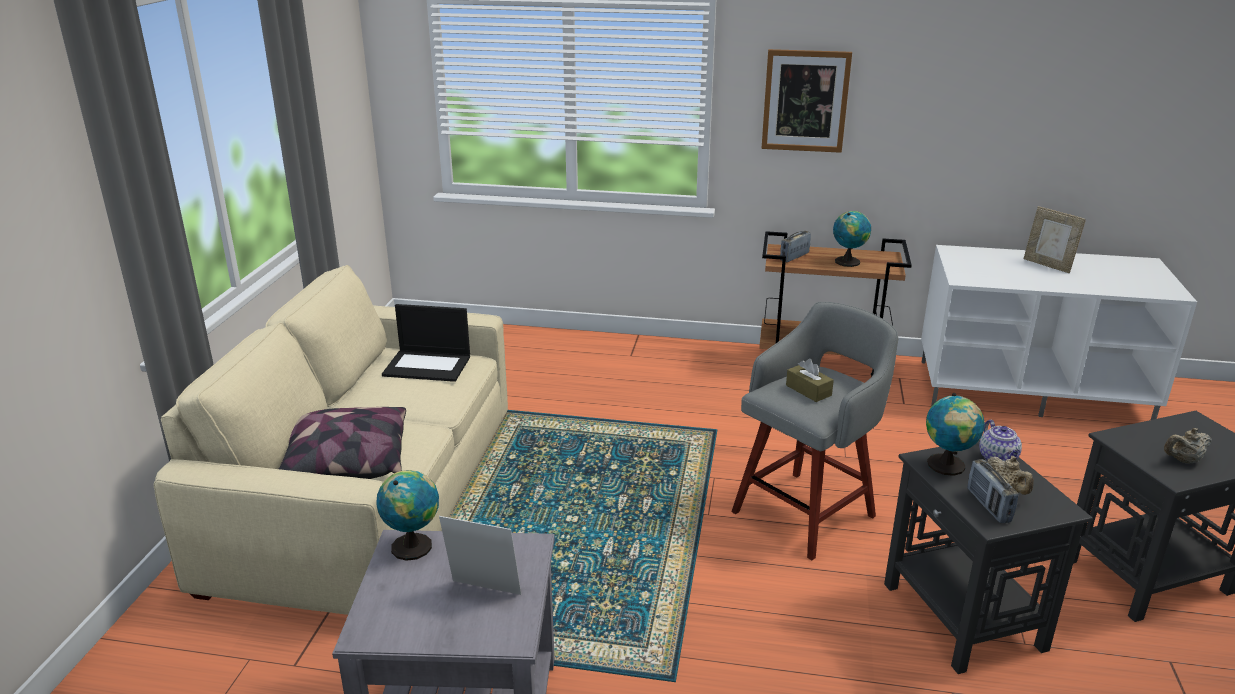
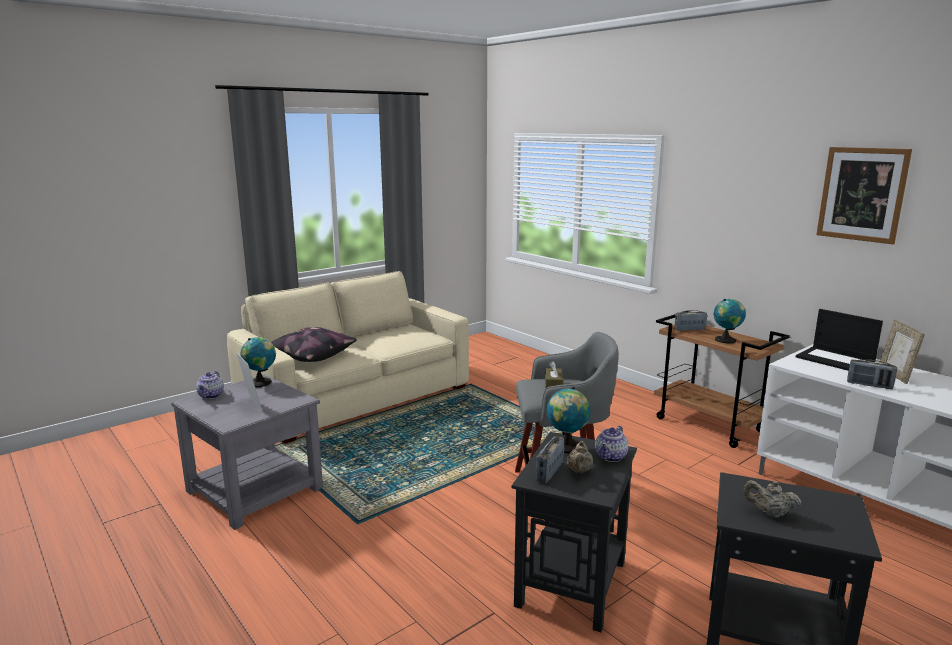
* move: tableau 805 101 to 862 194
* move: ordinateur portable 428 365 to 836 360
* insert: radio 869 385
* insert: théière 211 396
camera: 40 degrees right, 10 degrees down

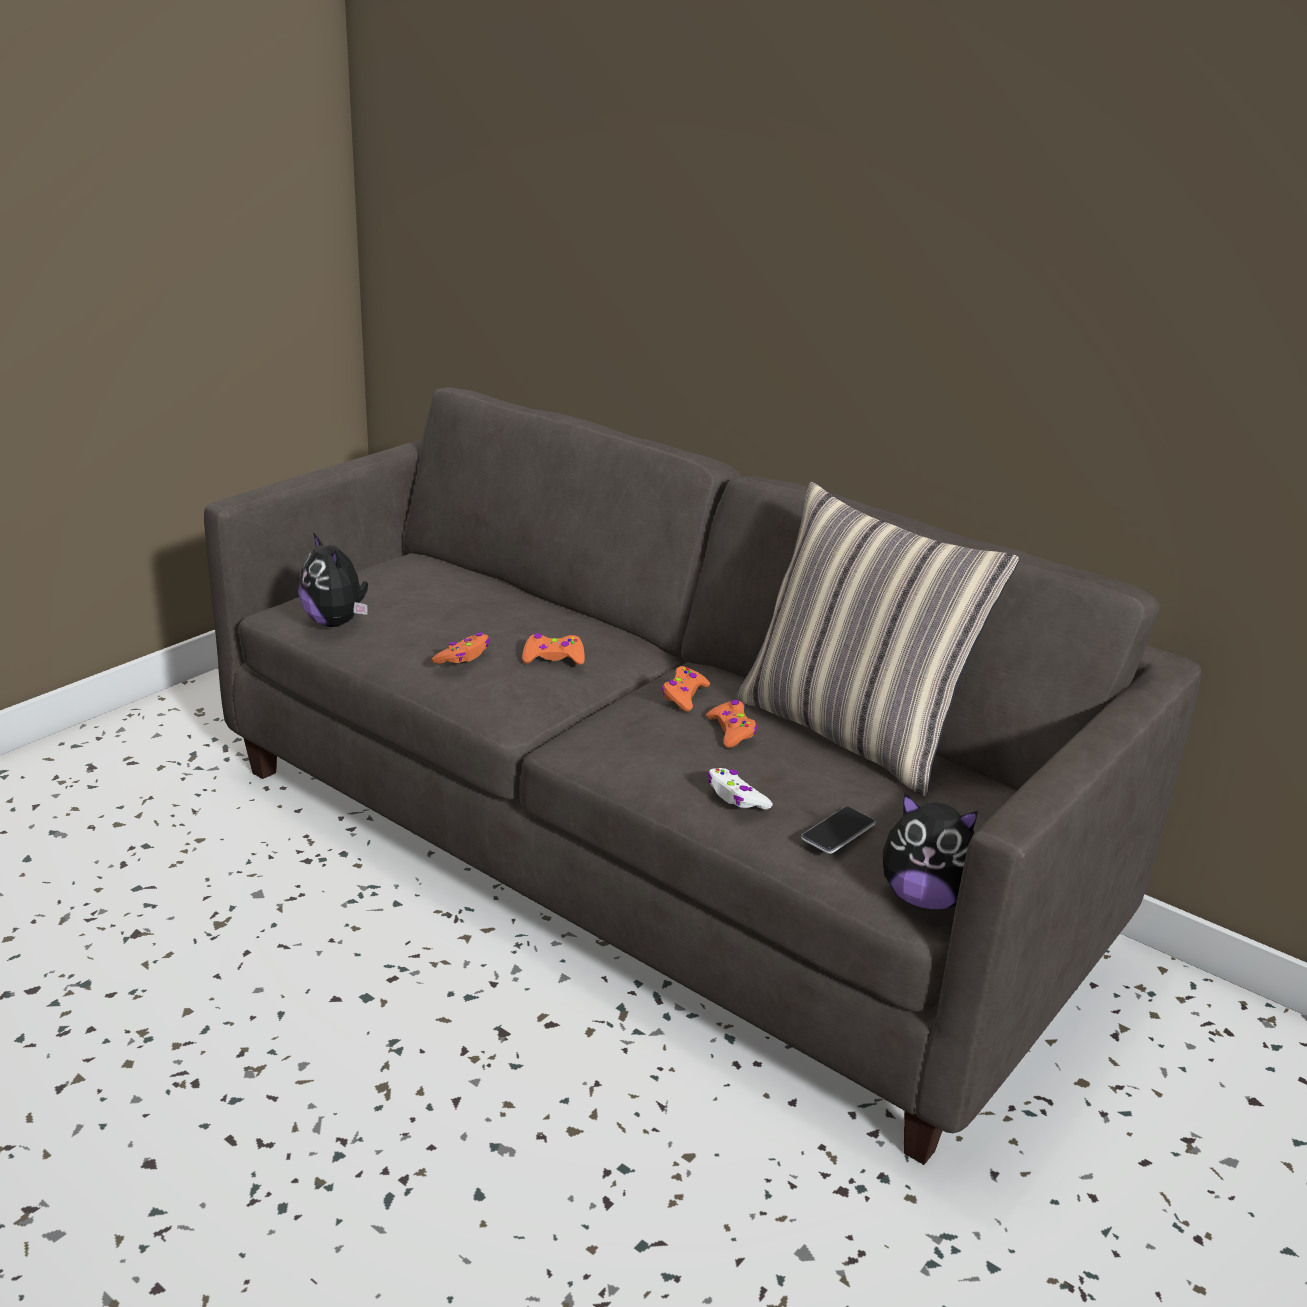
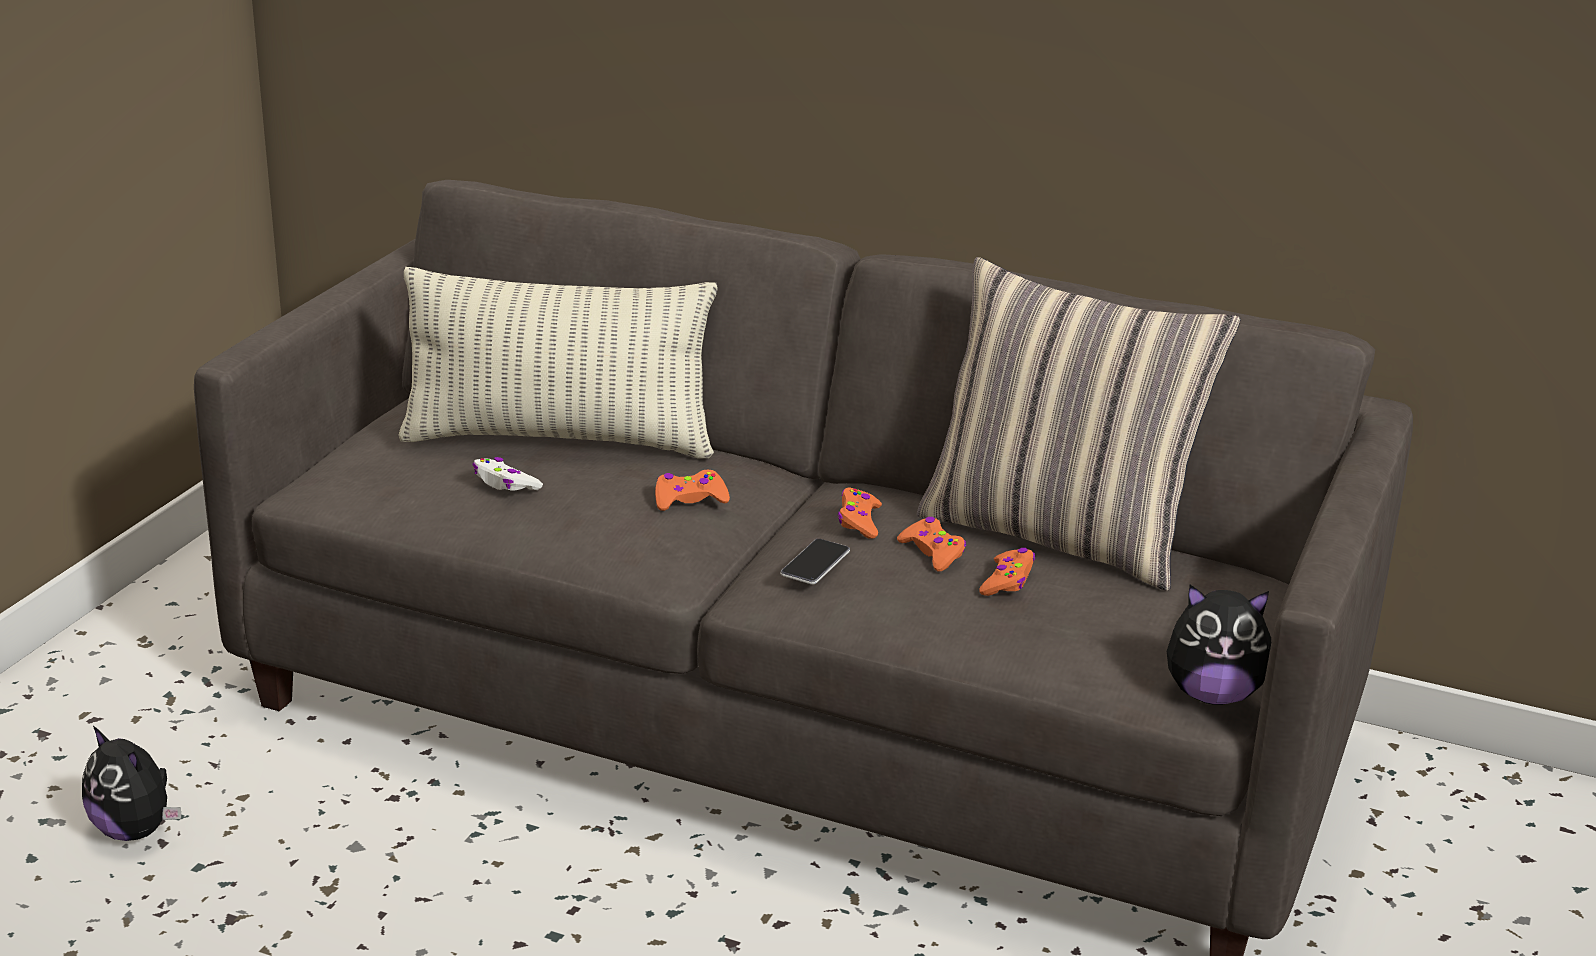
* move: peluche 336 622 to 135 830
* move: manette (orange) 463 656 to 1007 581
* move: manette (blanc) 736 797 to 505 483
* move: téléphone 838 831 to 815 563
* insert: coussin 559 440
camera: 15 degrees left, 0 degrees up

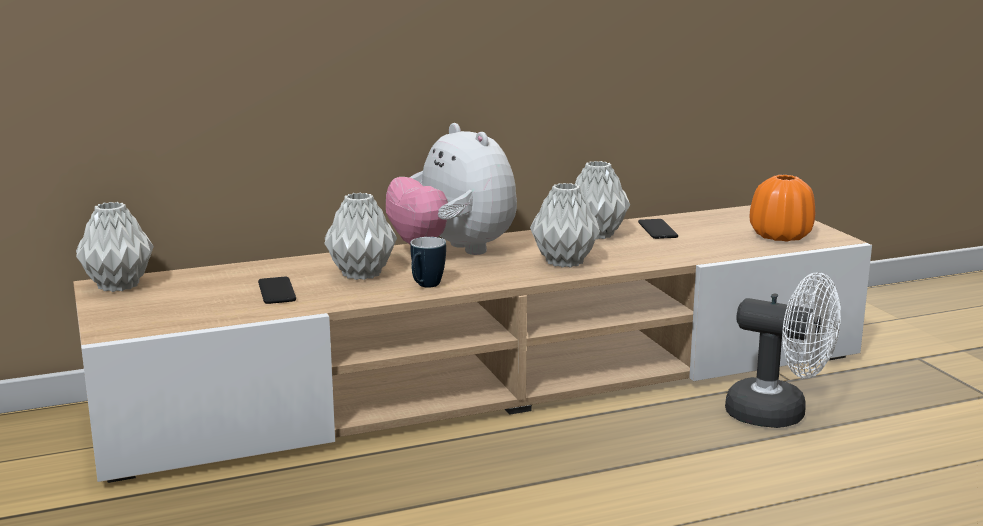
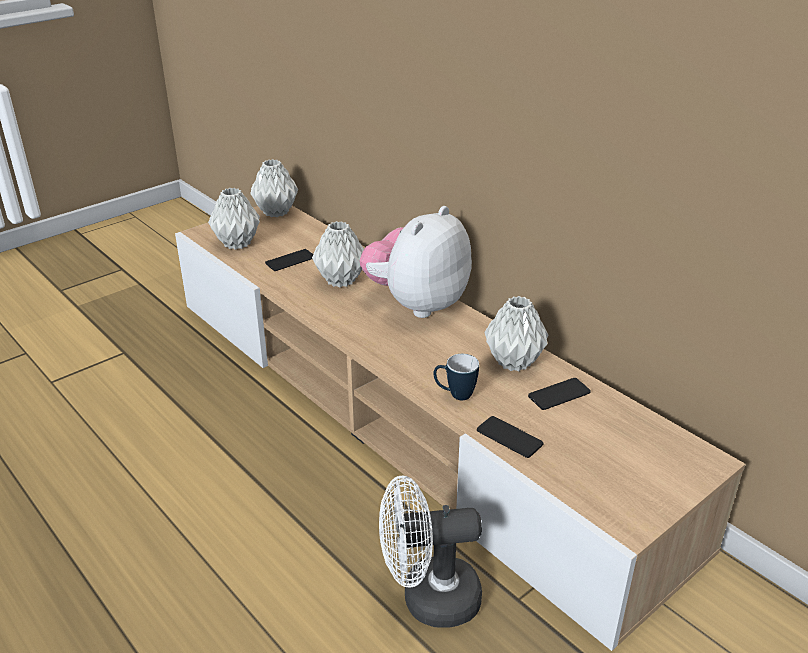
* delete: vase (orange) 780 236
* move: vase (gris) 566 262 to 237 244
* move: mug 425 286 to 455 395
* rotate: ventilateur (blanc) 779 415 = 428 599 75 degrees clockwise
* insert: téléphone 509 437
camera: 70 degrees right, 15 degrees up

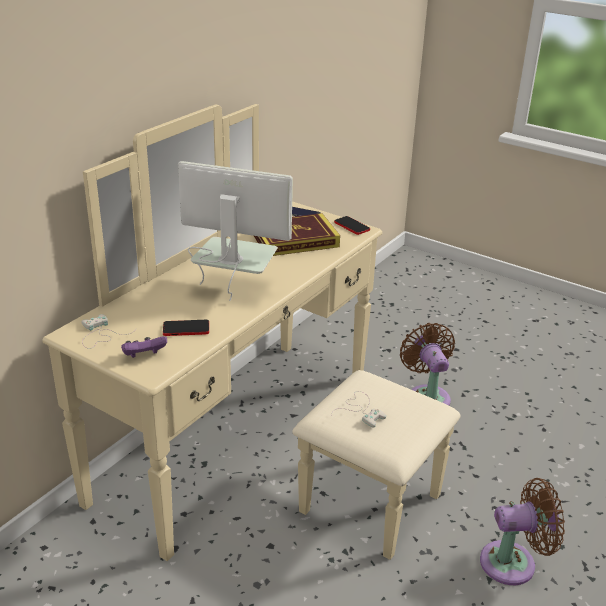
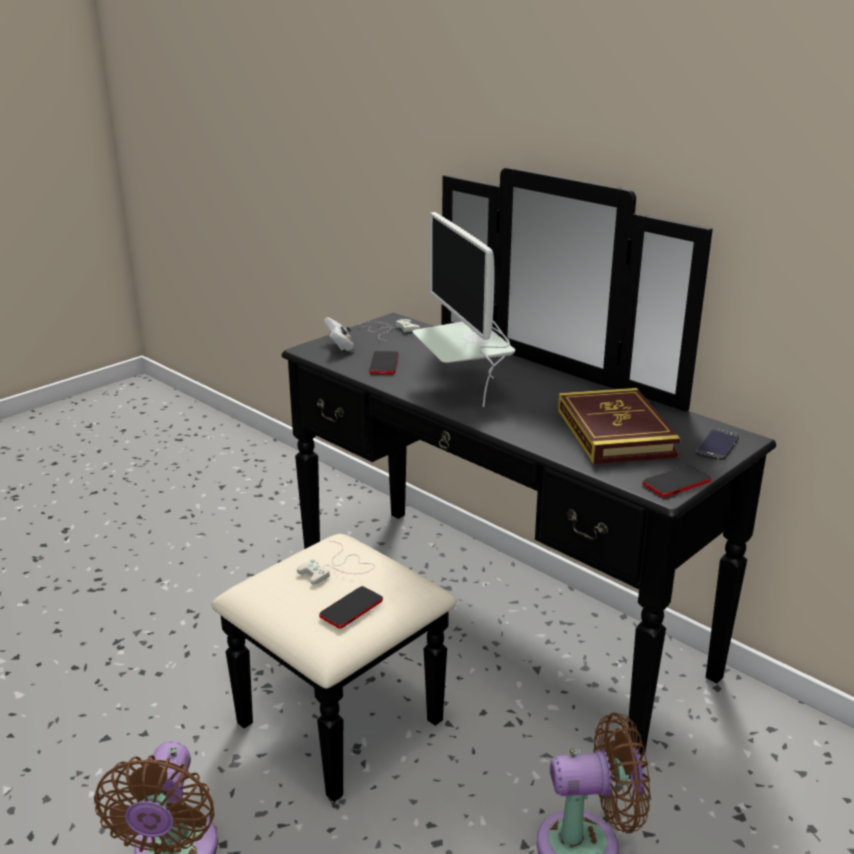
* recolor: commode (beige) 266 449 to commode (noir) 465 637
* rotate: écran d'ordinateur 234 290 = 465 388 135 degrees clockwise
* recolor: manette (violet) 144 356 to manette (blanc) 340 347
* insert: téléphone 351 608
camera: 100 degrees right, 5 degrees down

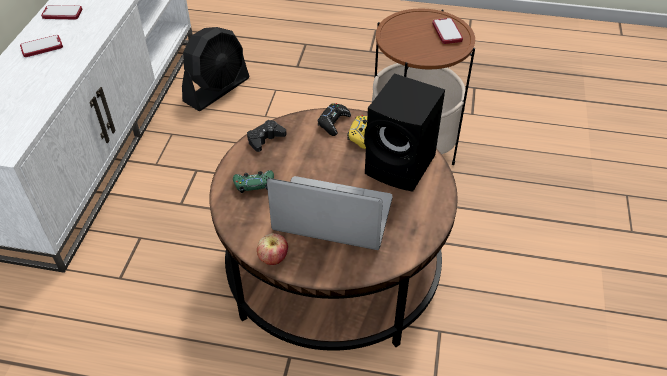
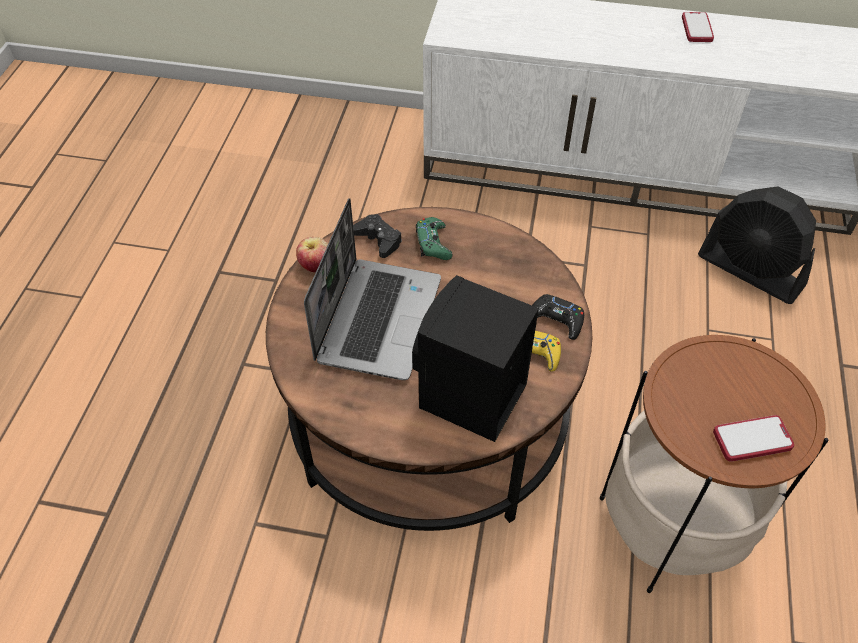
* delete: téléphone 42 47
* move: manette (noir) 265 139 to 378 240
camera: 90 degrees right, 5 degrees up

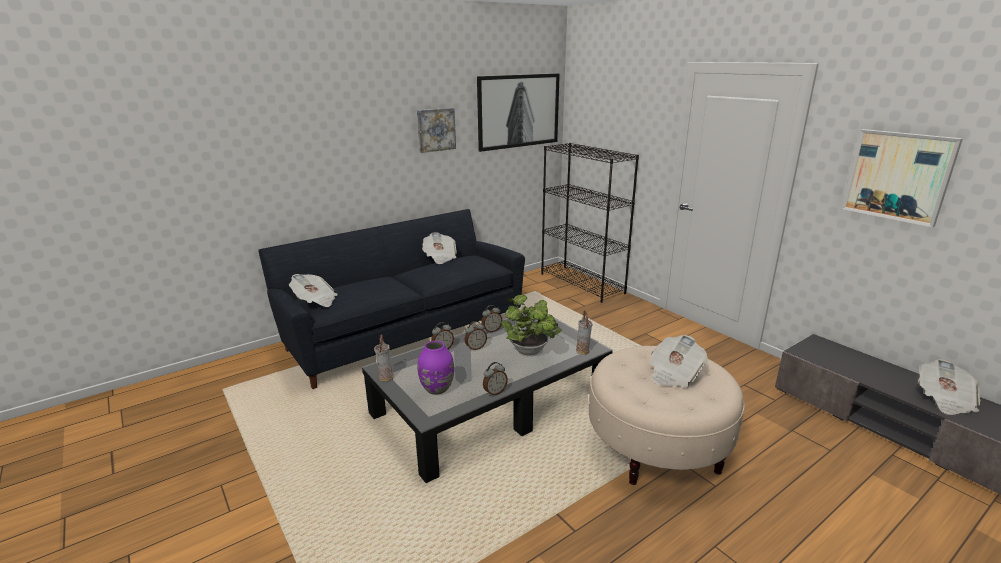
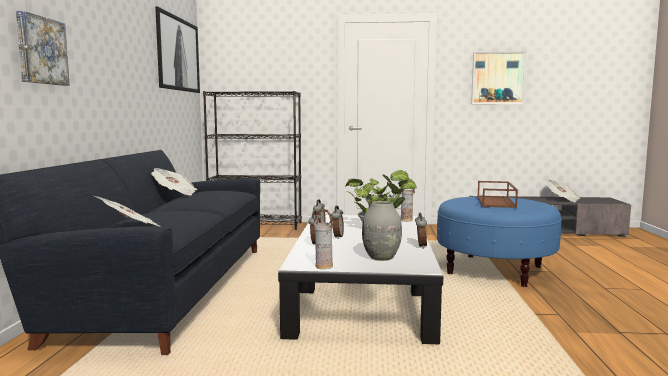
* move: tableau 435 129 to 40 50
* replace: journal 674 374 to plateau (marron) 496 202
* recolor: vase (violet) 437 389 to vase (gris) 381 257
* recolor: pouf (beige) 657 447 to pouf (bleu) 495 270
camera: 50 degrees left, 15 degrees down

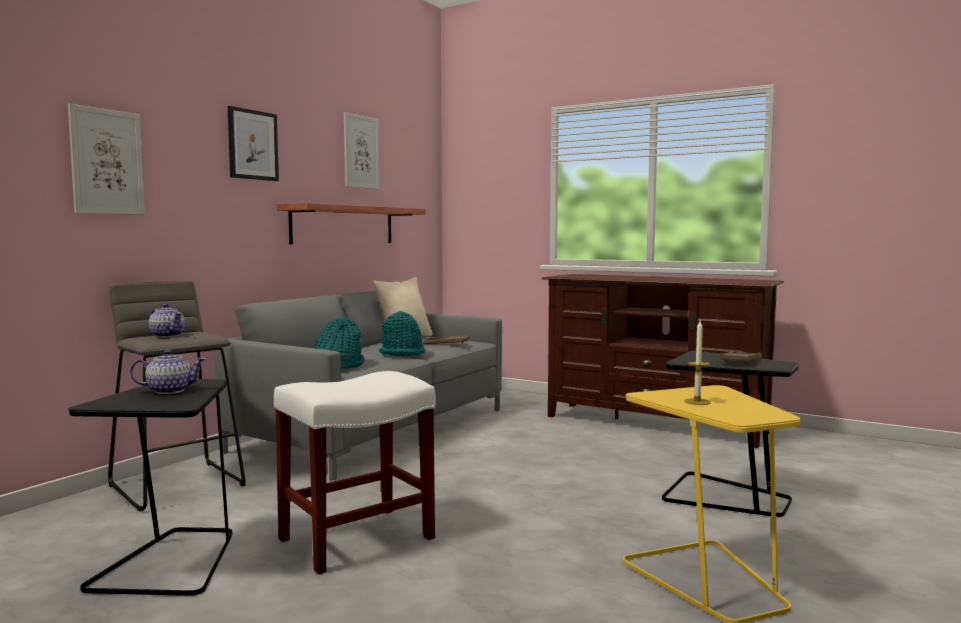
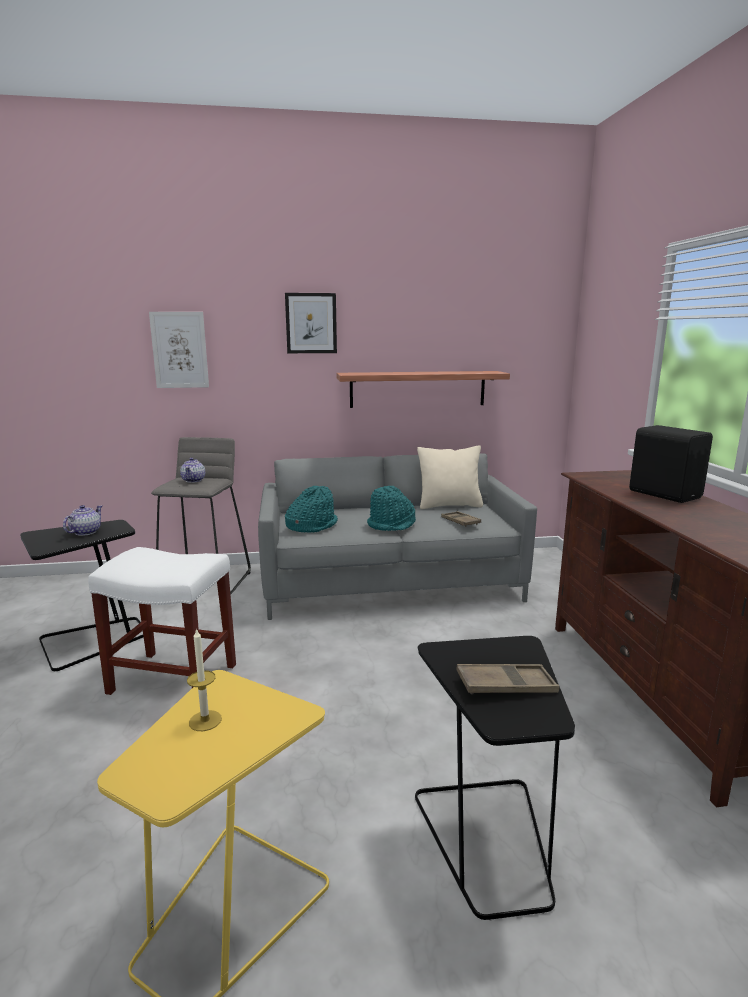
* delete: tableau 361 152
* rotate: théière 169 390 = 85 532 105 degrees counterclockwise
* insert: enceinte (noir) 664 494
camera: 50 degrees right, 10 degrees up

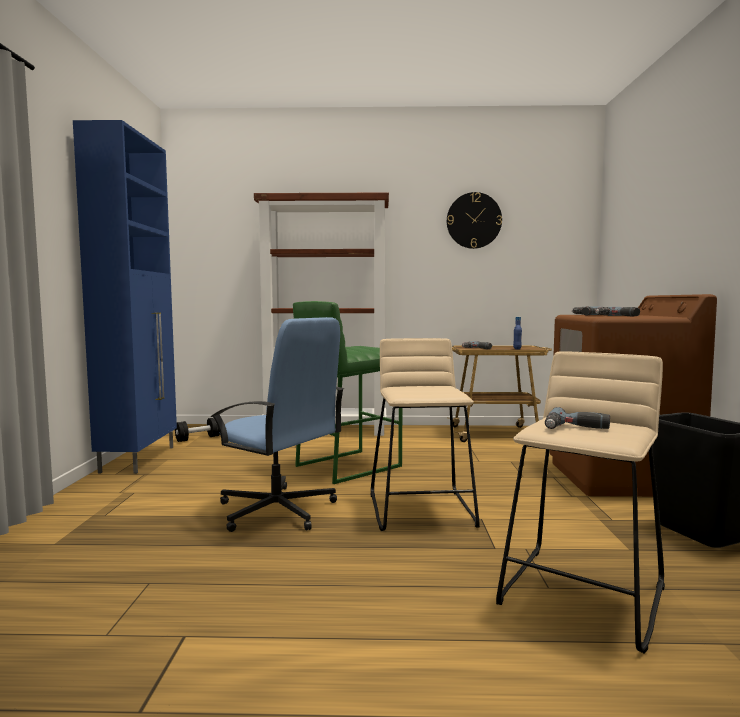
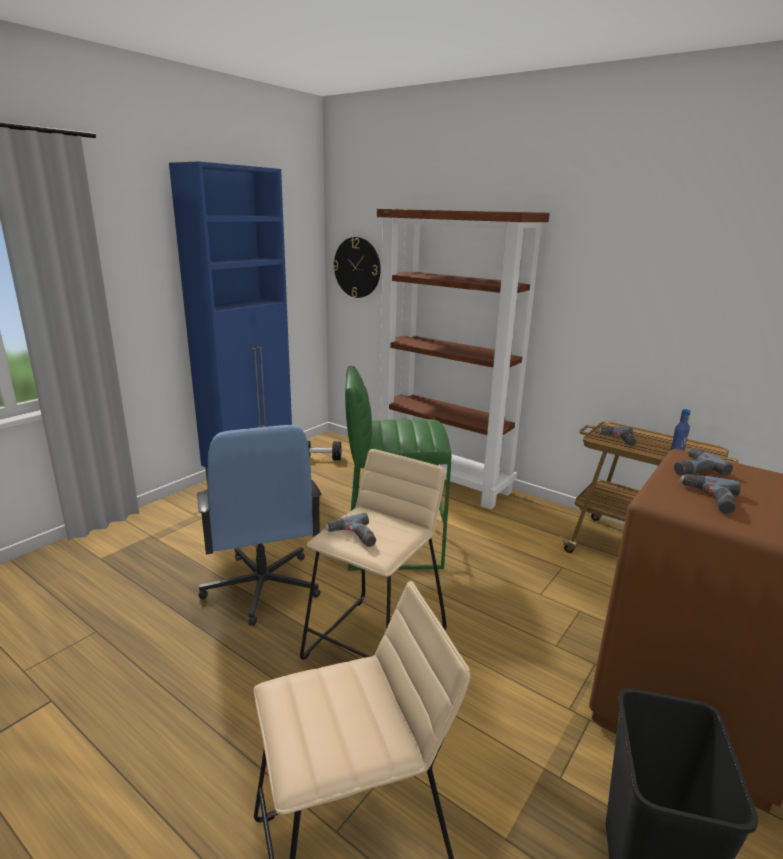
* move: horloge murale 474 220 to 357 267
* move: perceuse 576 428 to 352 537
camera: 35 degrees right, 15 degrees up

